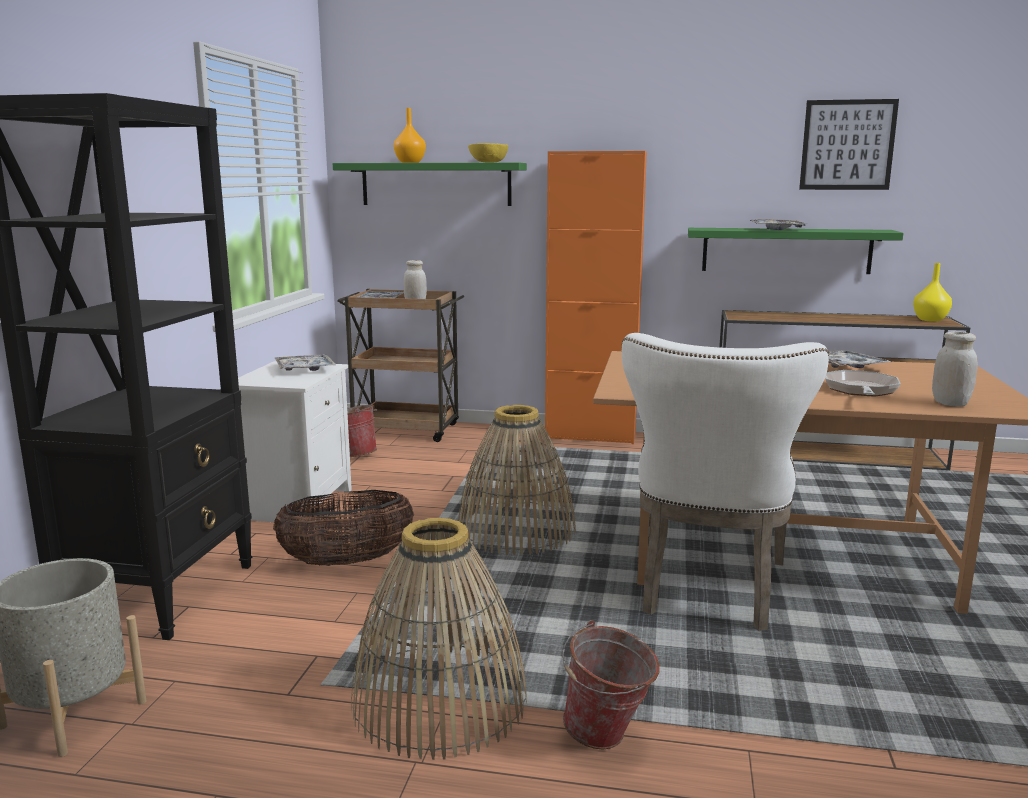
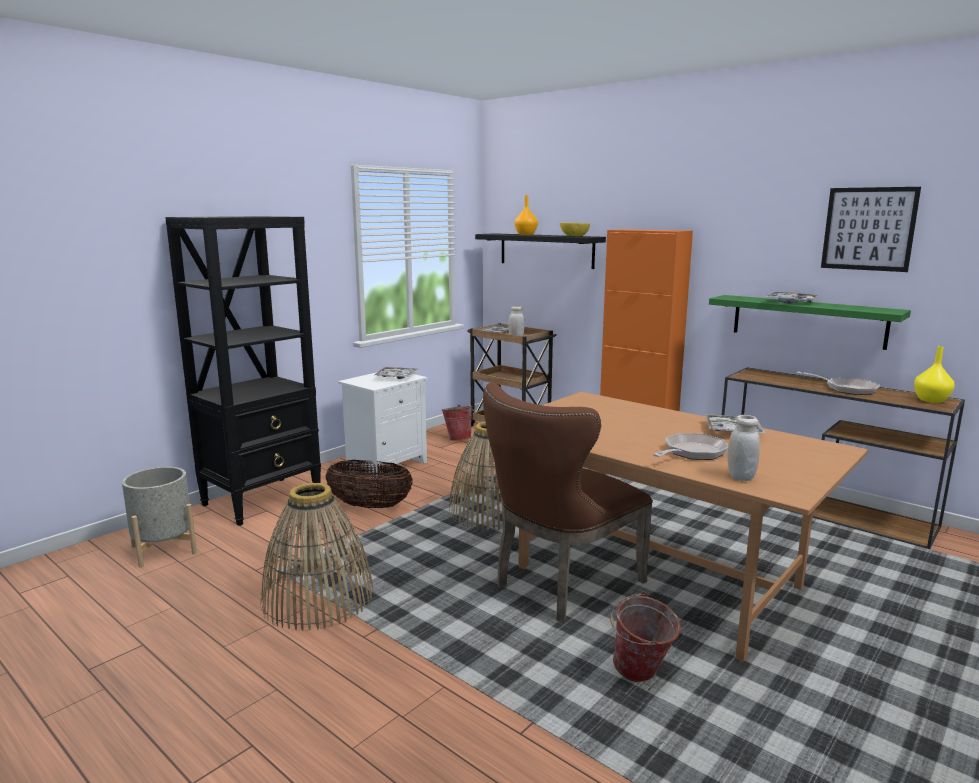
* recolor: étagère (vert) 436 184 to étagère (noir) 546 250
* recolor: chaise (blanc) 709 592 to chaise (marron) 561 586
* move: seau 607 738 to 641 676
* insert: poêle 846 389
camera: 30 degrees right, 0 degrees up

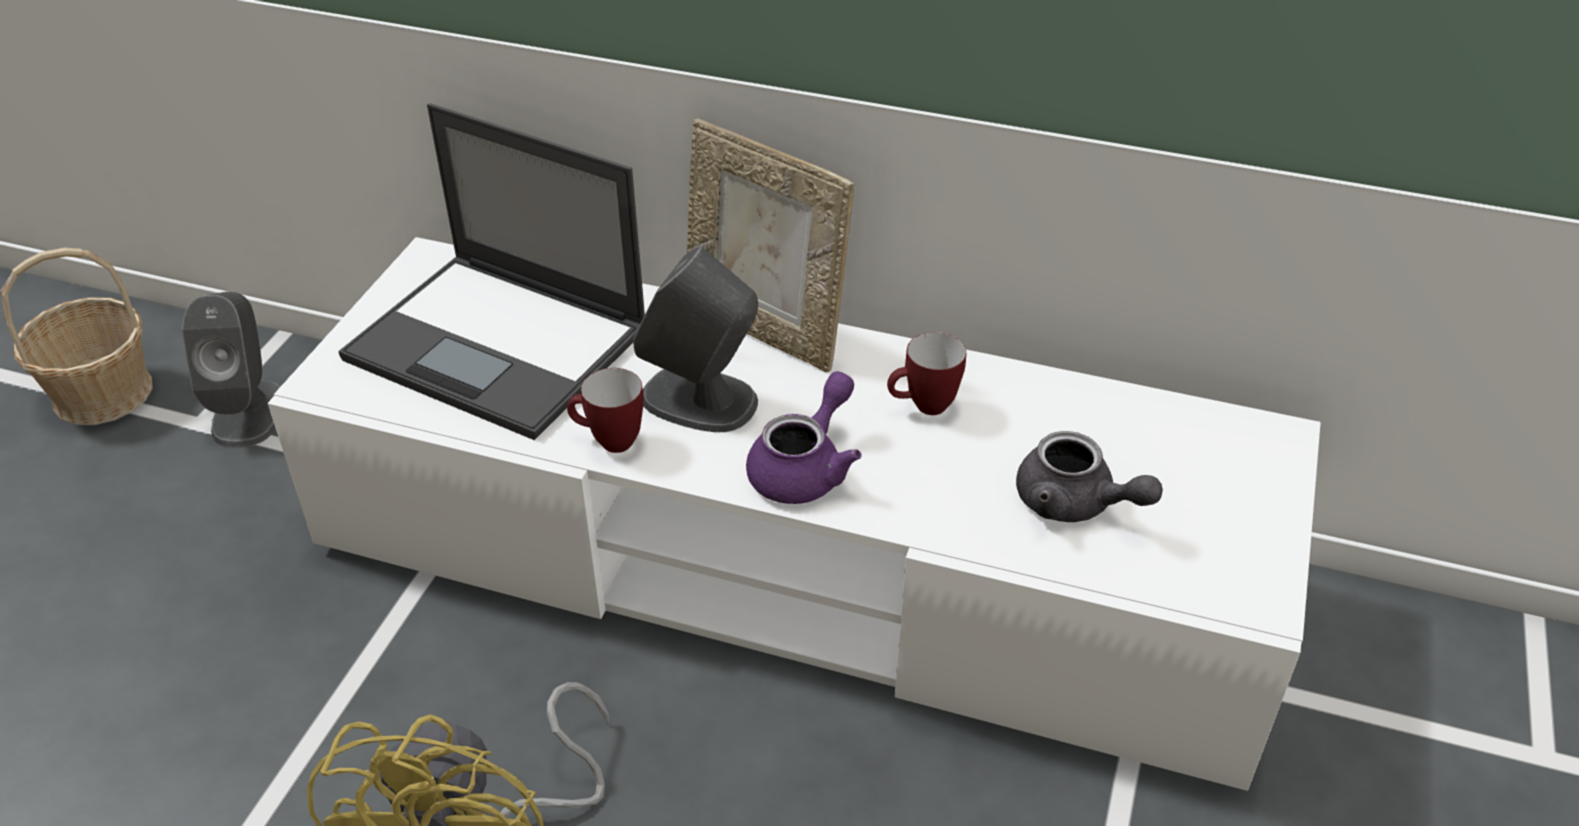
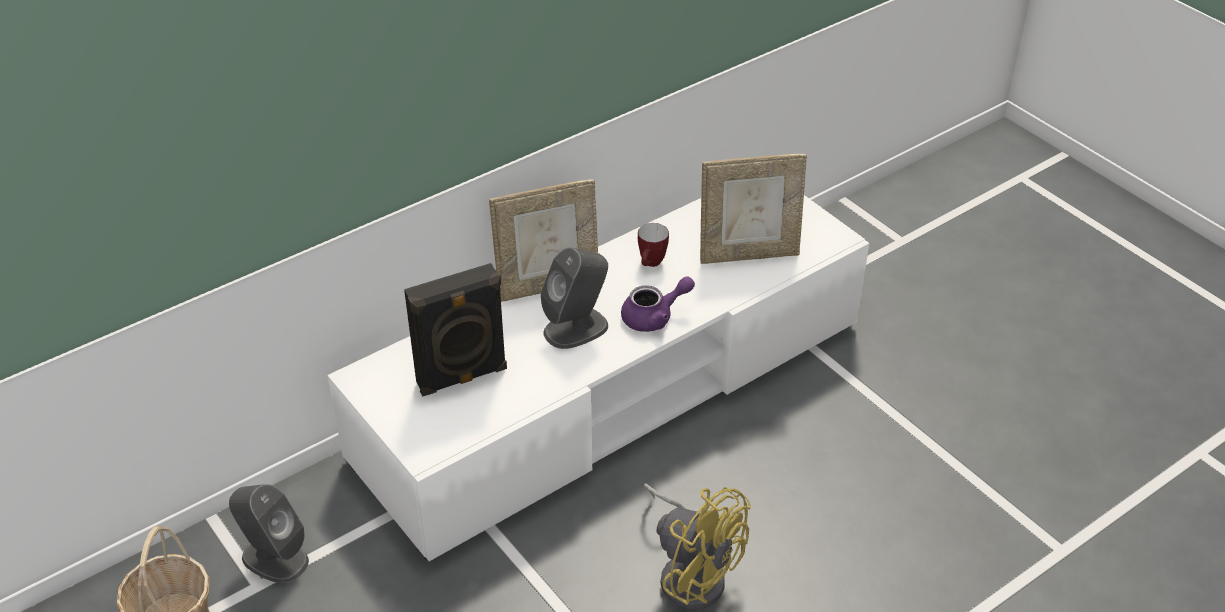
* replace: ordinateur portable 500 345 to enceinte (noir) 462 378
* delete: mug 608 442
* rotate: théière (violet) 805 468 = 654 317 90 degrees clockwise
* replace: théière (gris) 1075 504 to cadre photo 748 254
camera: 55 degrees left, 0 degrees up

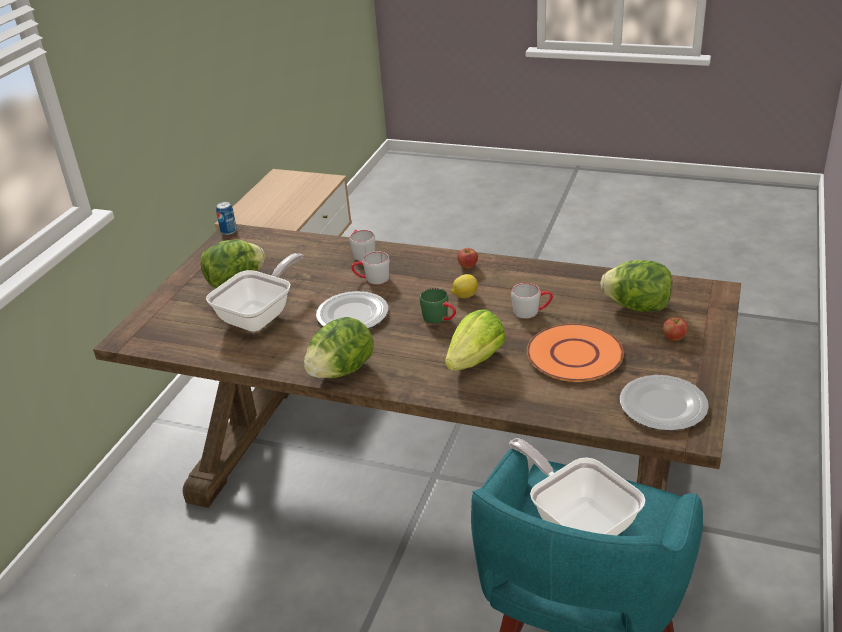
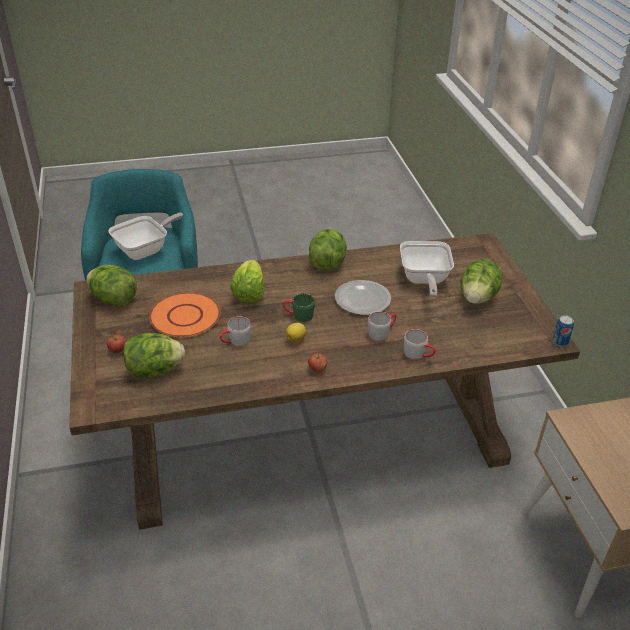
* replace: assiette 663 405 to laitue 114 300
* rotate: poêle 577 521 = 146 249 60 degrees counterclockwise
camera: 145 degrees right, 5 degrees up

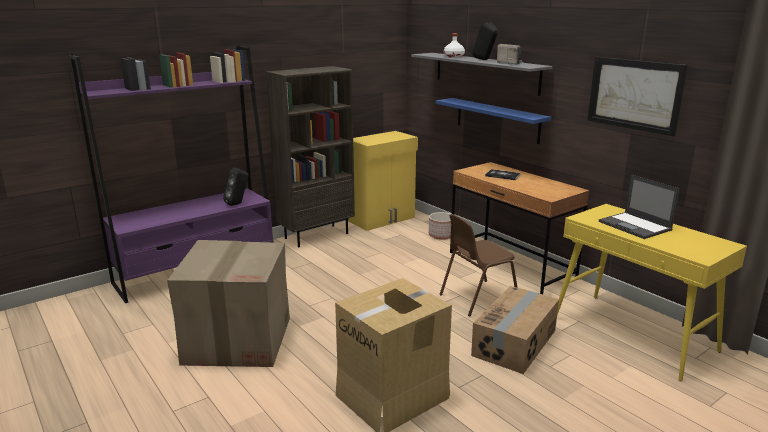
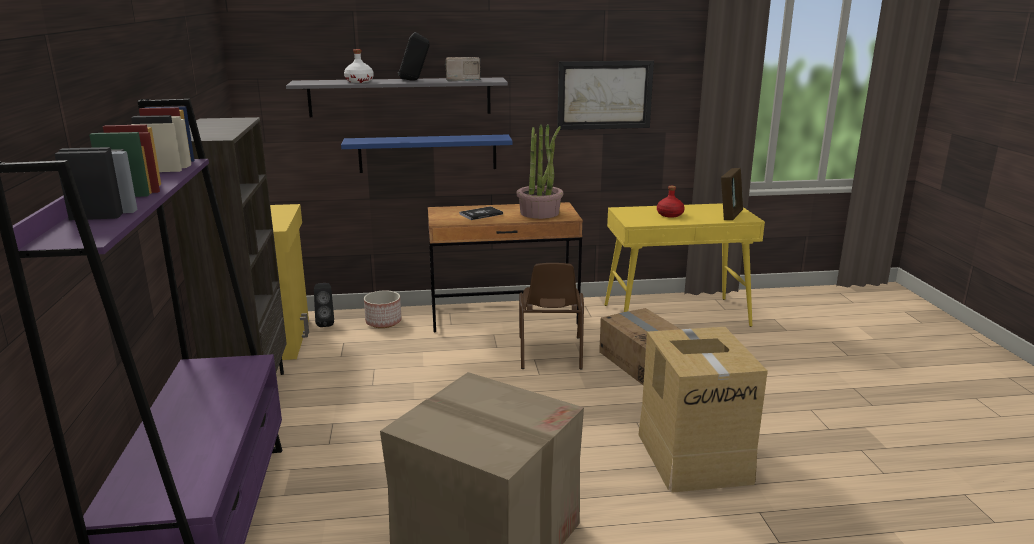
* move: enceinte (noir) 238 204 to 326 323
* replace: ordinateur portable 635 226 to bouteille (rouge) 670 214
* insert: plante en pot 539 213
* insert: cadre photo 730 215
camera: 60 degrees left, 0 degrees up

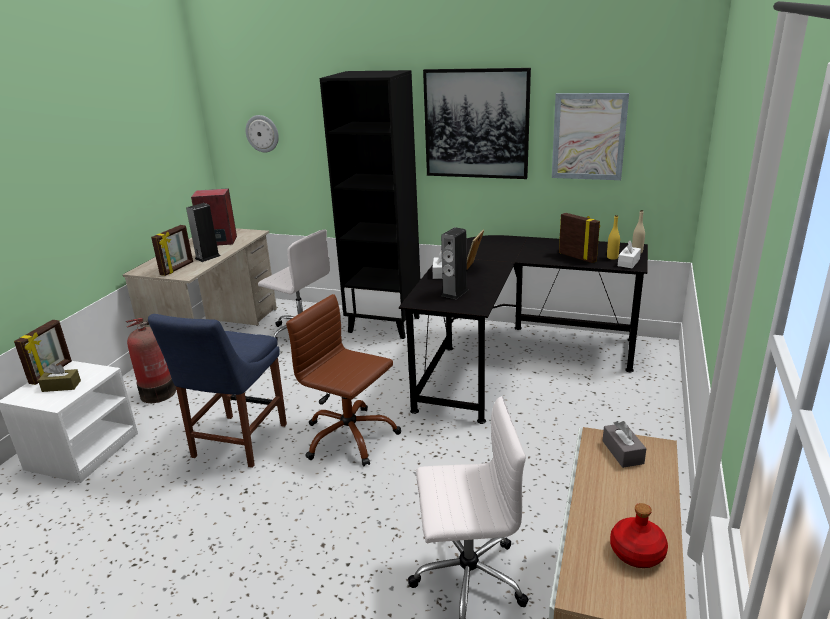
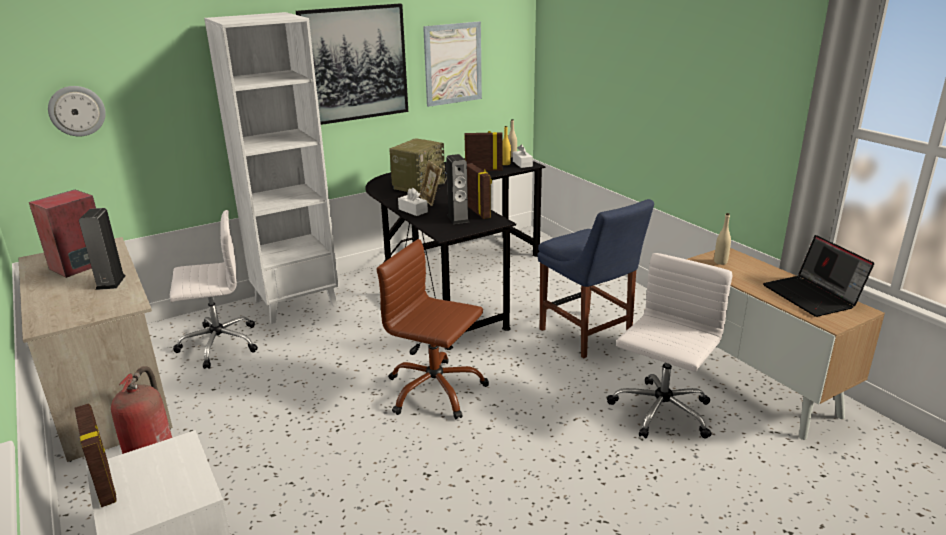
* recolor: bibliothèque (noir) 385 324 to bibliothèque (blanc) 296 302
* move: cadre photo 177 269 to 478 212
* rotate: chaise de bureau (marron) 349 437 = 435 390 45 degrees clockwise
* move: chaise (bleu) 237 443 to 587 336
* delete: boîte à mouchoirs (marron) 61 386
* replace: boîte à mouchoirs (gris) 622 452 to bouteille (beige) 720 262
* replace: bouteille (rouge) 637 553 to ordinateur portable 813 296
* insert: radio 419 185
camera: 50 degrees left, 0 degrees up

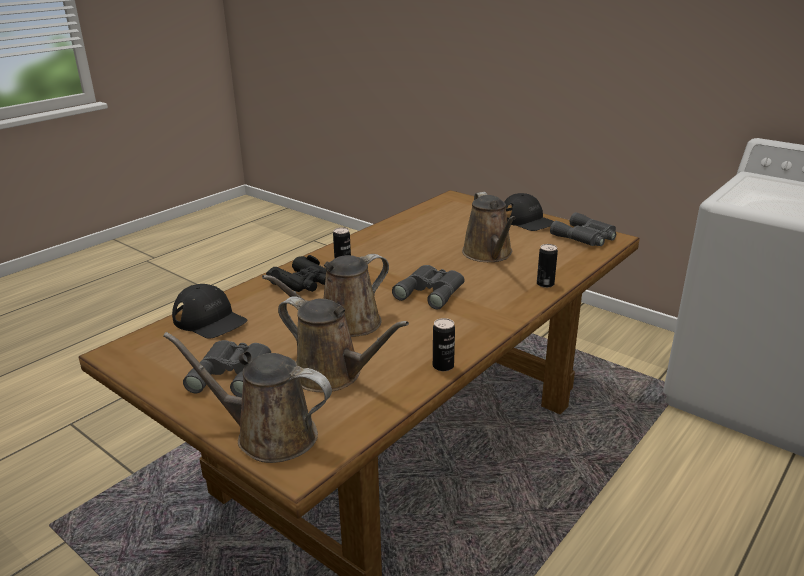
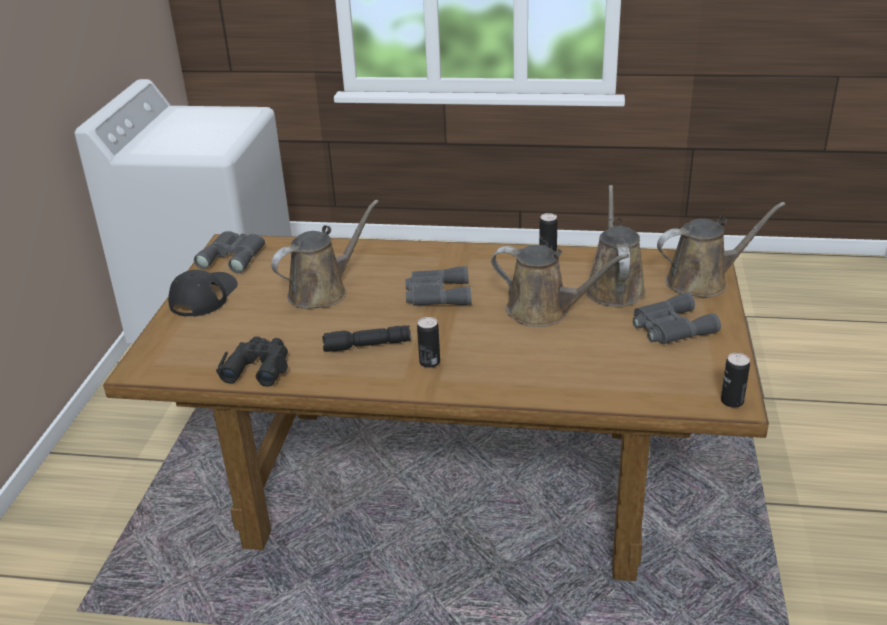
* move: boîte métallique 545 284 to 732 401
* move: jumelles (noir) 303 283 to 258 367
* delete: casquette (noir) 210 320
* rotate: arrosoir (marron) 269 435 = 702 281 90 degrees counterclockwise
* insert: lampe de poche (noir) 366 346
camera: 120 degrees left, 5 degrees up

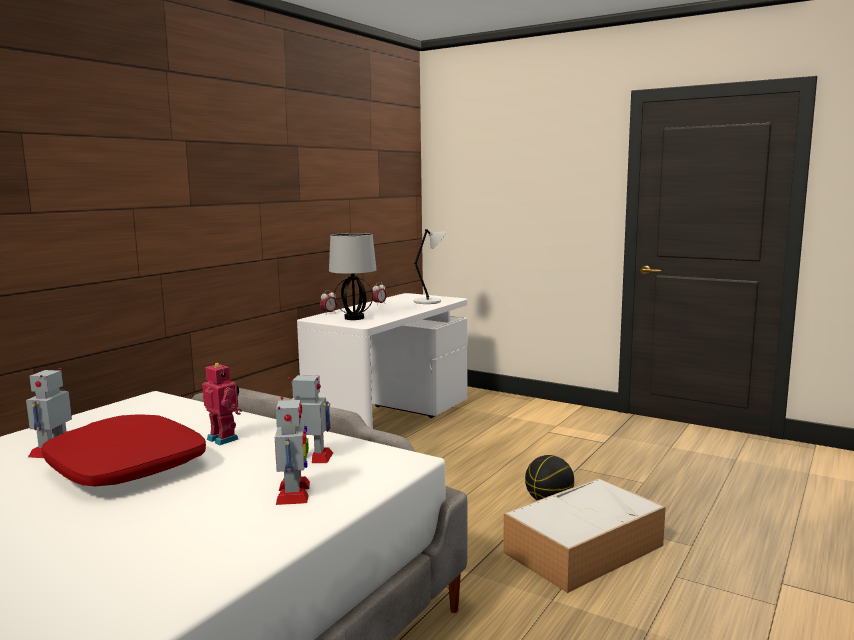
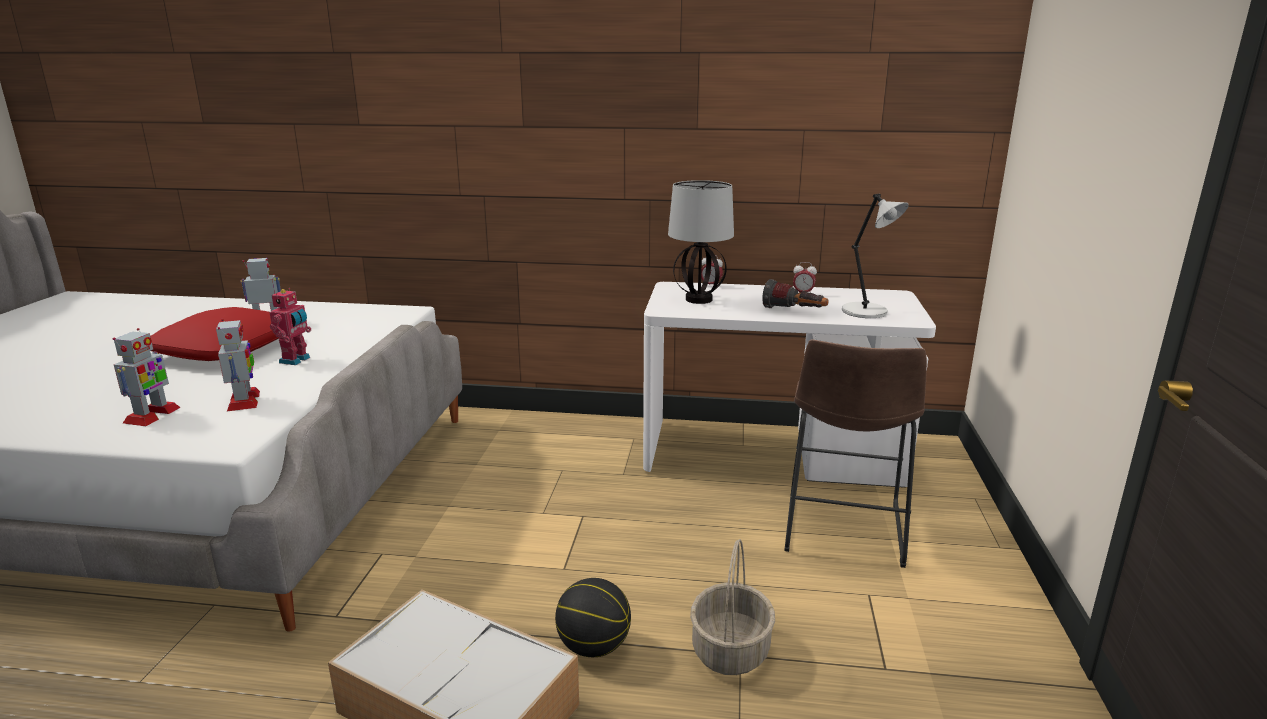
* rotate: robot jouet 293 493 = 152 415 45 degrees counterclockwise
* insert: lampe de poche 794 312
* insert: tabouret (marron) 842 531
* insert: panier 731 651
camera: 65 degrees right, 10 degrees up

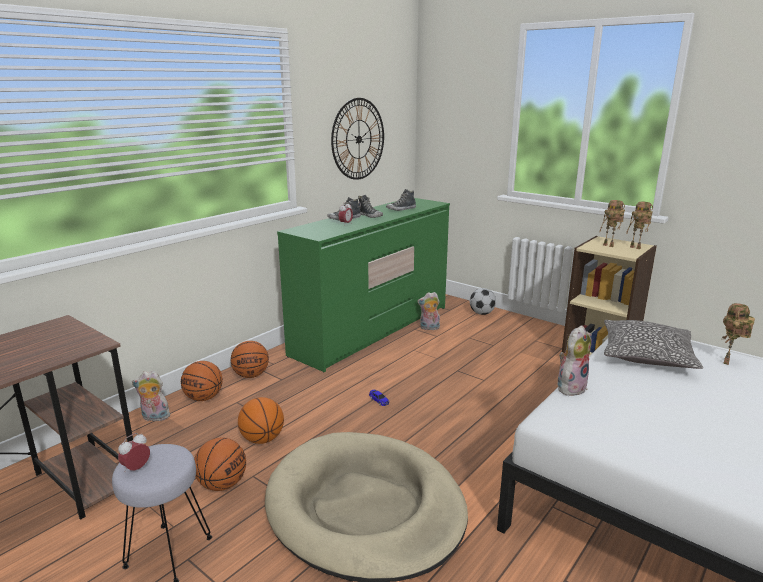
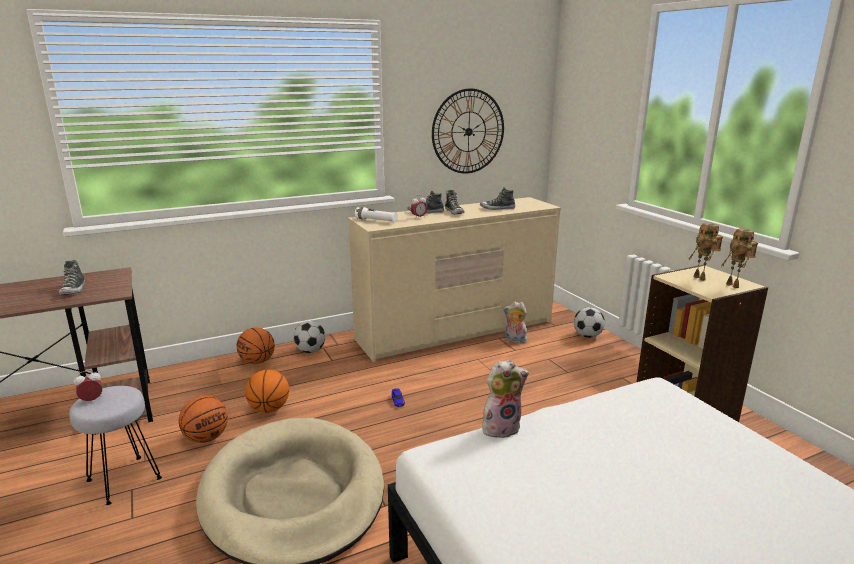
* recolor: commode (vert) 373 330 to commode (beige) 456 331
* delete: robot jouet 728 362
* delete: coussin 646 355
* replace: ballon de basket 251 375 to ballon de foot 310 351
* delete: peluche 154 418
* insert: lampe de poche (blanc) 376 220
* insert: chaussure 74 290
camera: 25 degrees right, 0 degrees up

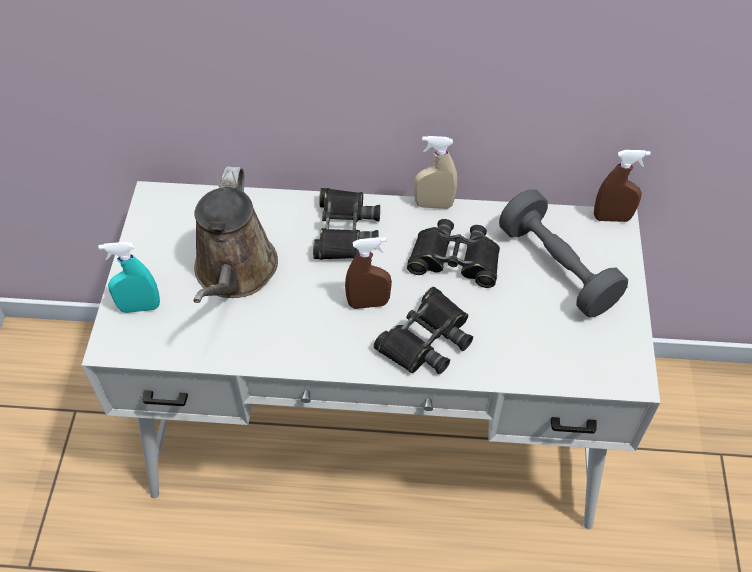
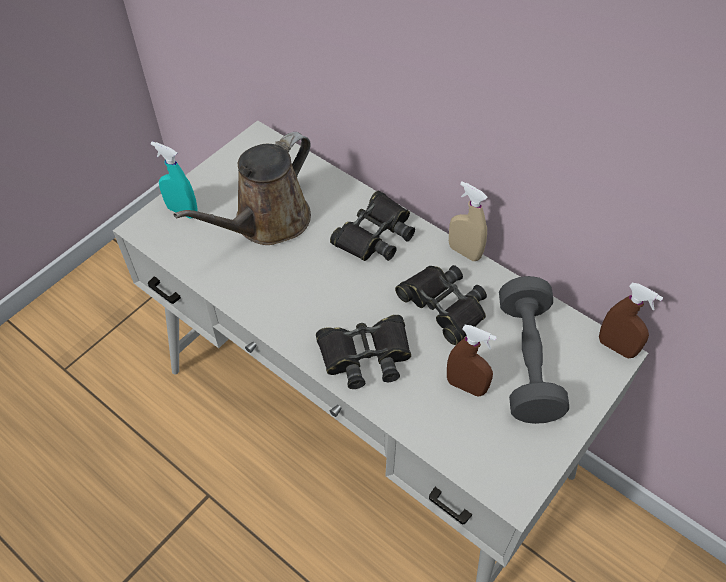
* move: vaporisateur (marron) 368 303 to 466 386
camera: 35 degrees right, 0 degrees up

